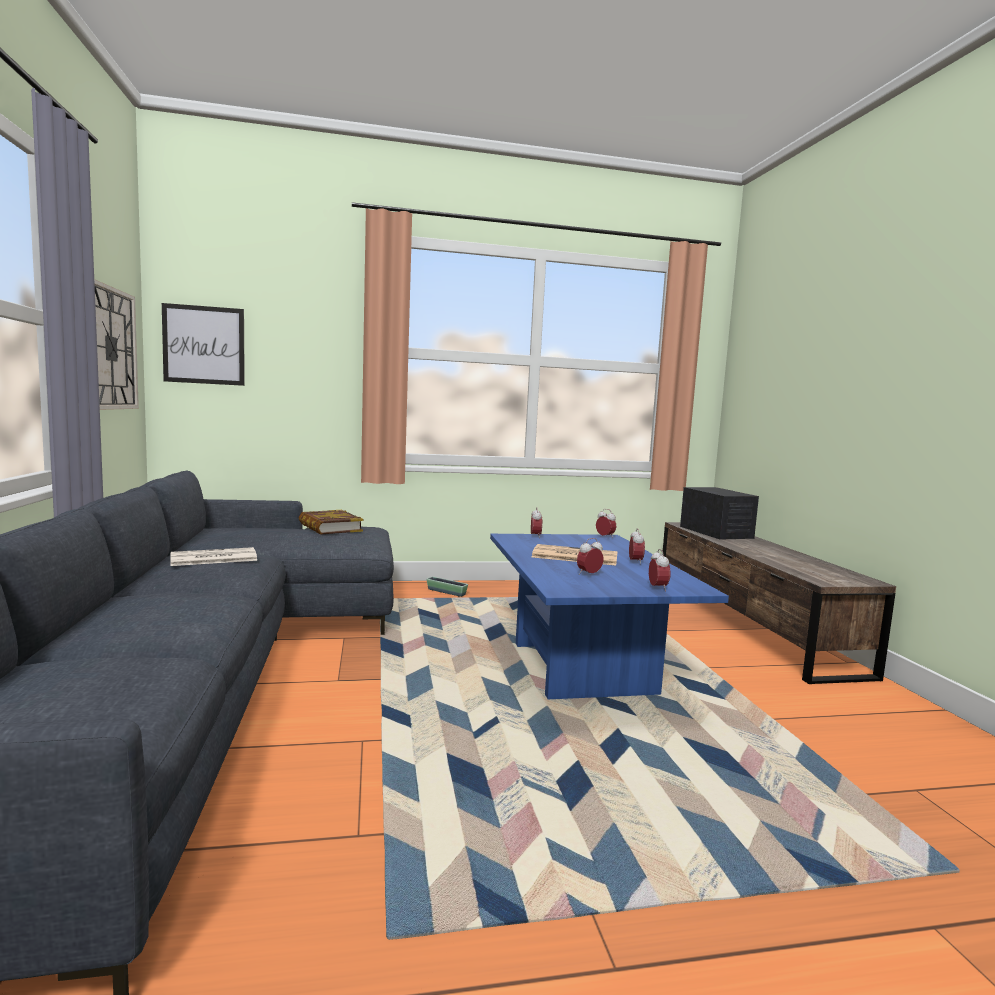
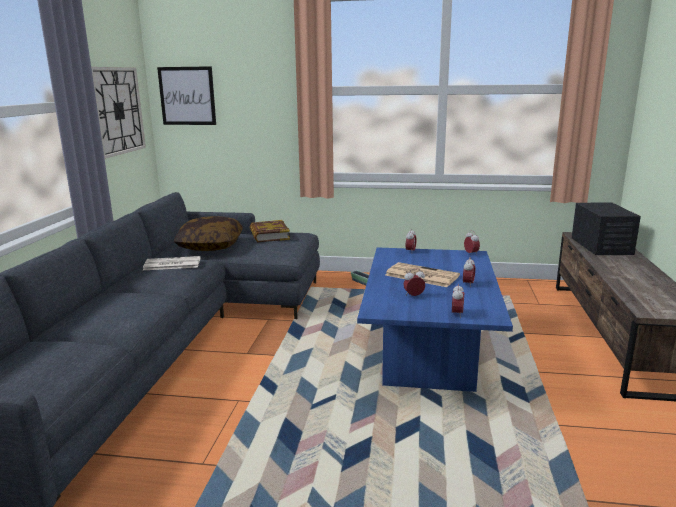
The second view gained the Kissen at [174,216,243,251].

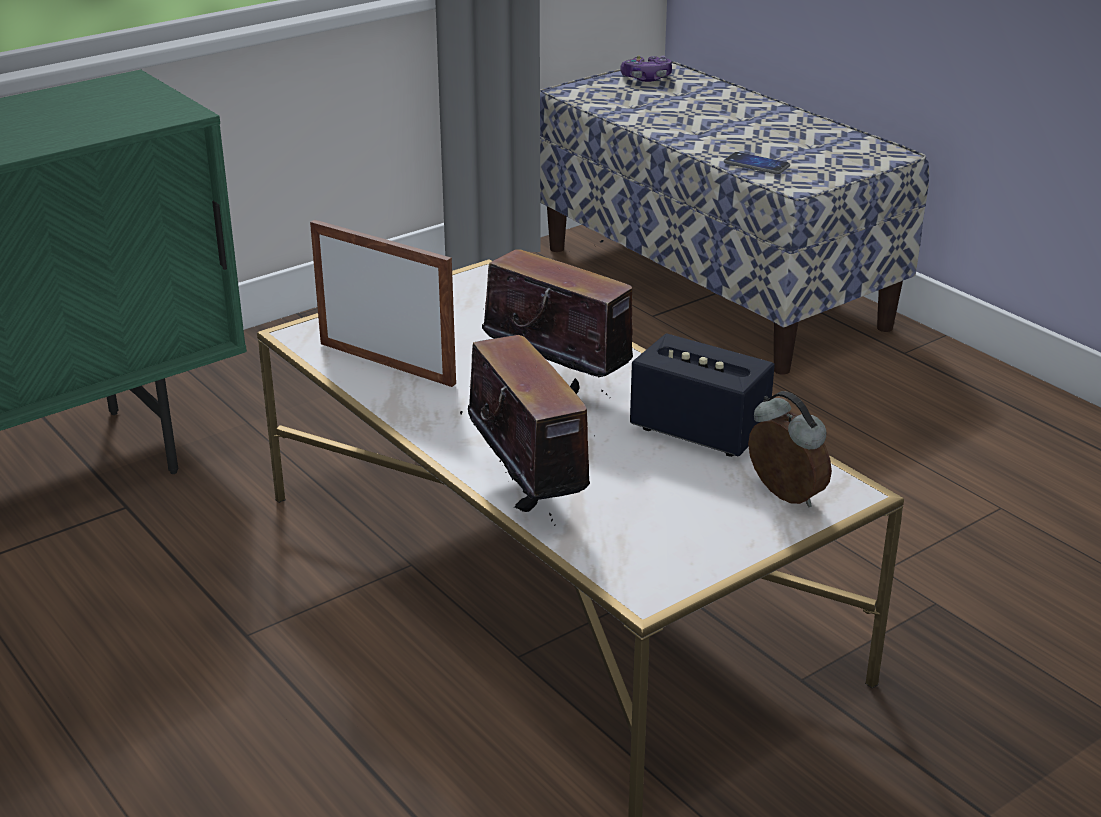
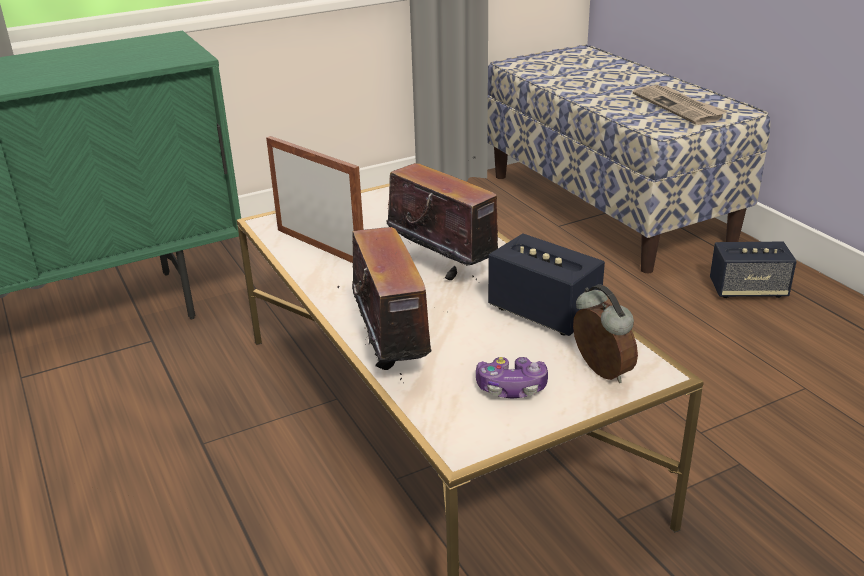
The Gamepad ended up elsewhere, having gone from [620,55,672,82] to [476,357,548,399].
The second view lost the Handy at [724,152,790,174].
The second view gained the Zeitung at [633,85,727,125].
The second view gained the Lautsprecher at [710,242,797,298].

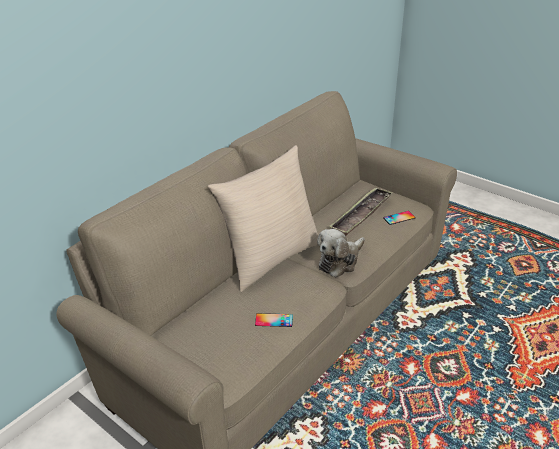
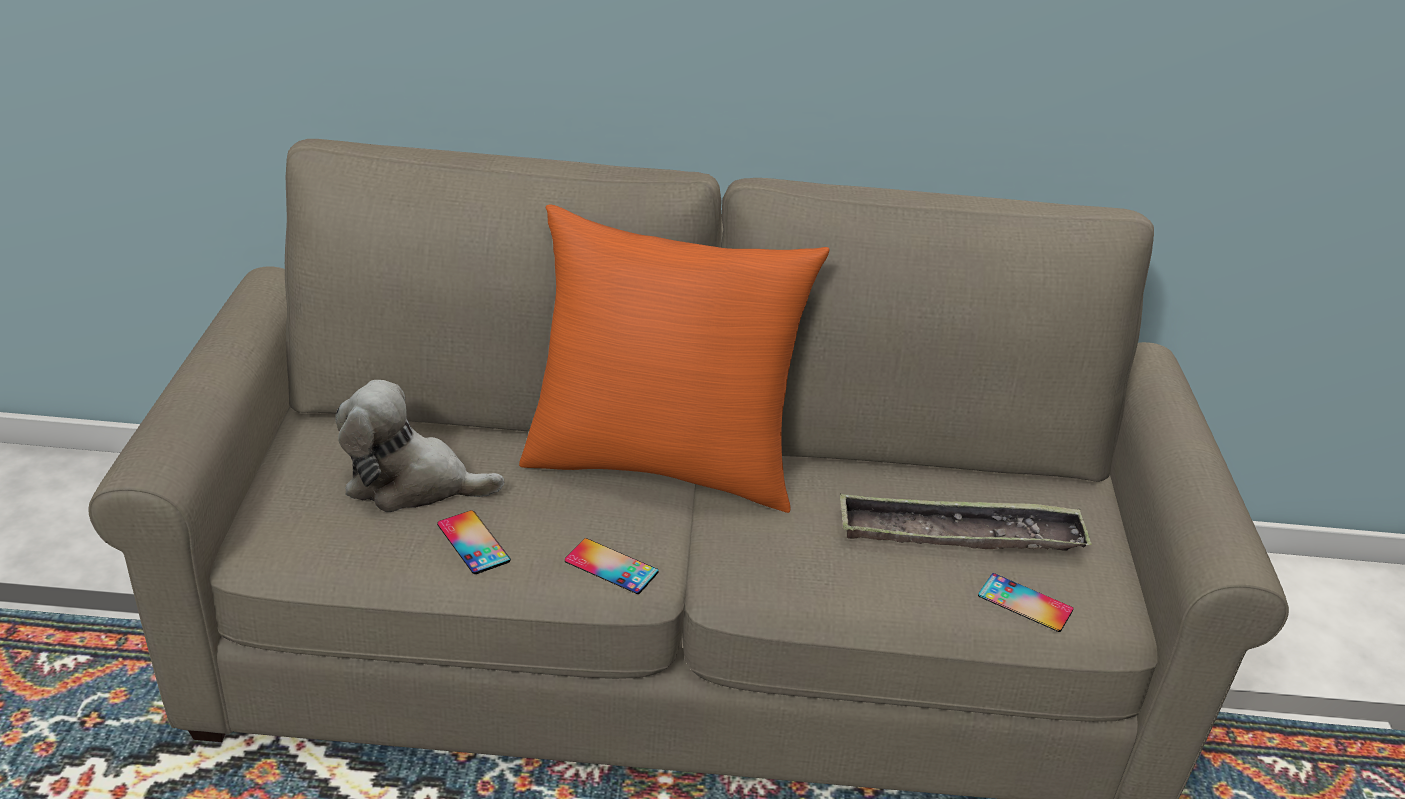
What was the Kissen/beige at [208,145,319,292] turned into the Kissen/orange at [519,204,829,513].
The Plüschtier ended up elsewhere, having gone from [317,229,365,278] to [335,380,504,512].
The second view gained the Handy at [565,538,659,594].

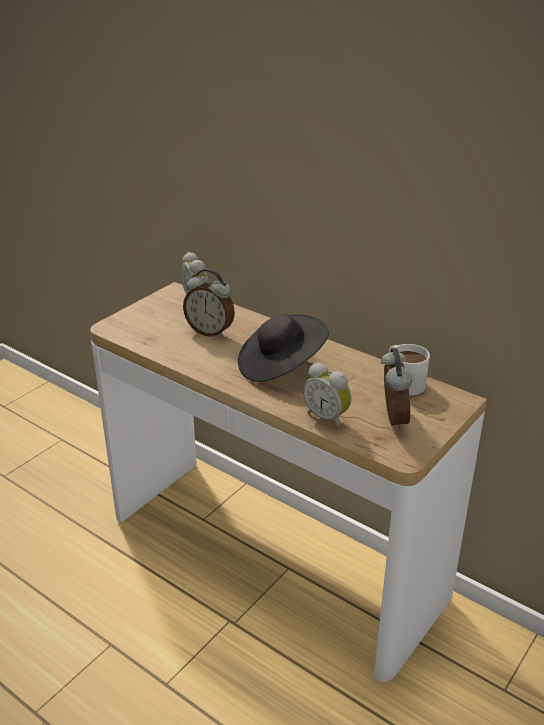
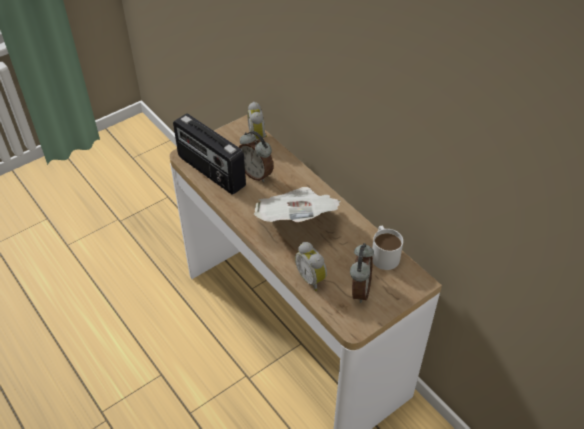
Where the Hut/schwarz stood at [238,314,329,382], the Zeitung came to stand at [254,187,340,222].
The second view gained the Radio at [173,113,246,195].

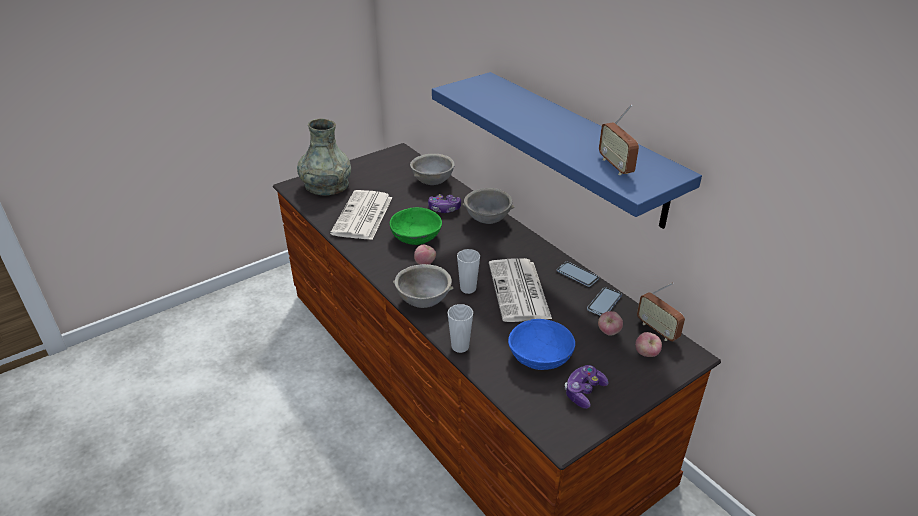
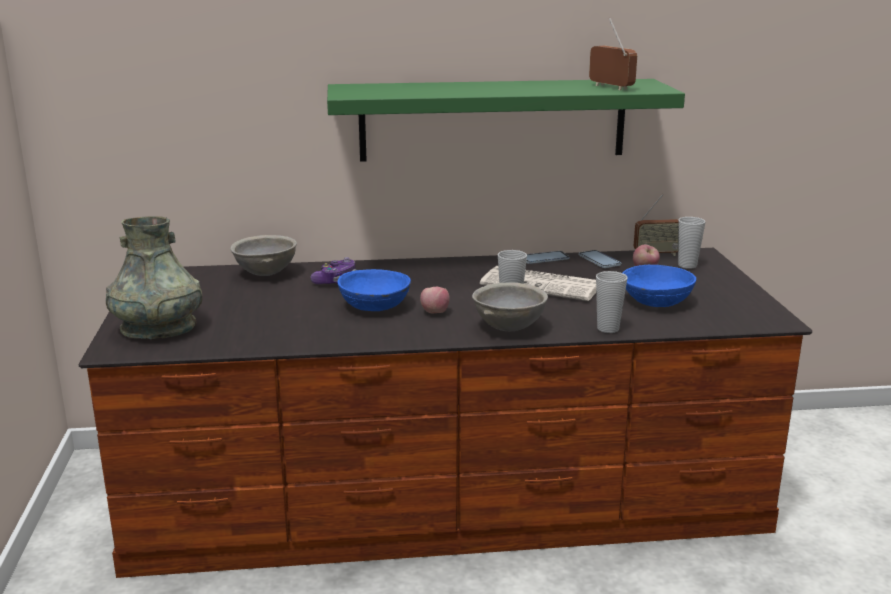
What was the Wandregal/blau at [432,72,702,229] turned into the Wandregal/grün at [327,79,685,162].
The Radio at [599,104,639,175] ended up facing another way, 135 degrees counterclockwise from before.
The second view lost the Schüssel/grau at [462,188,514,224].
The second view lost the Zeitung at [330,190,392,240].
What was the Schüssel/grün at [390,207,442,245] turned into the Schüssel/blau at [337,269,411,311].
Where the Apfel stood at [635,332,662,357], the Tasse came to stand at [678,217,705,269].
The second view lost the Gamepad at [565,365,608,409].

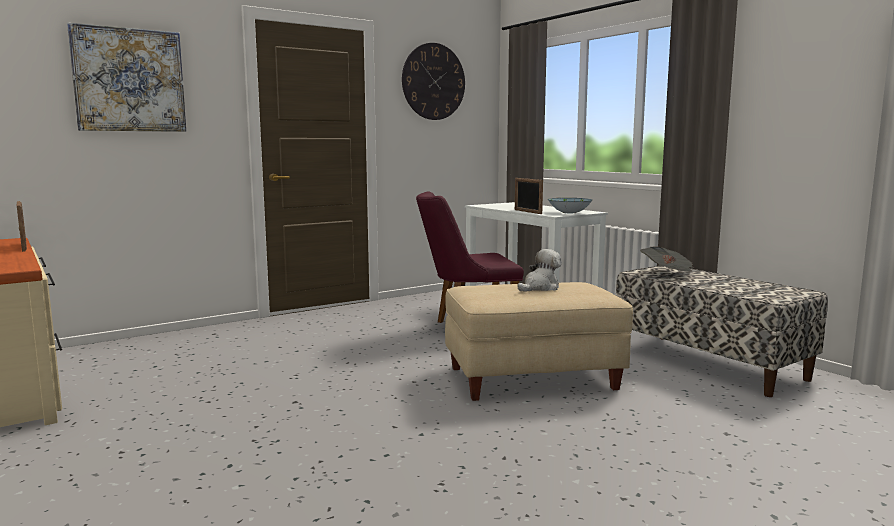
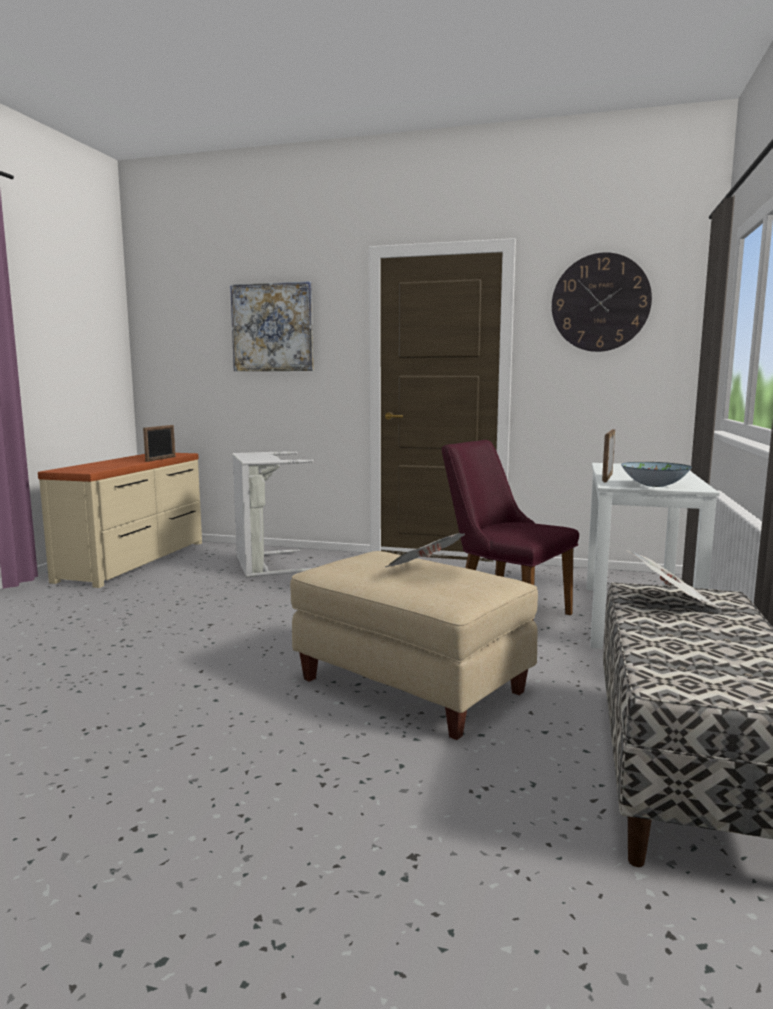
Where the Plüschtier stood at [517,249,562,292], the Zeitung came to stand at [385,533,465,567].
The second view gained the Wäschekorb/grau at [232,451,314,578].

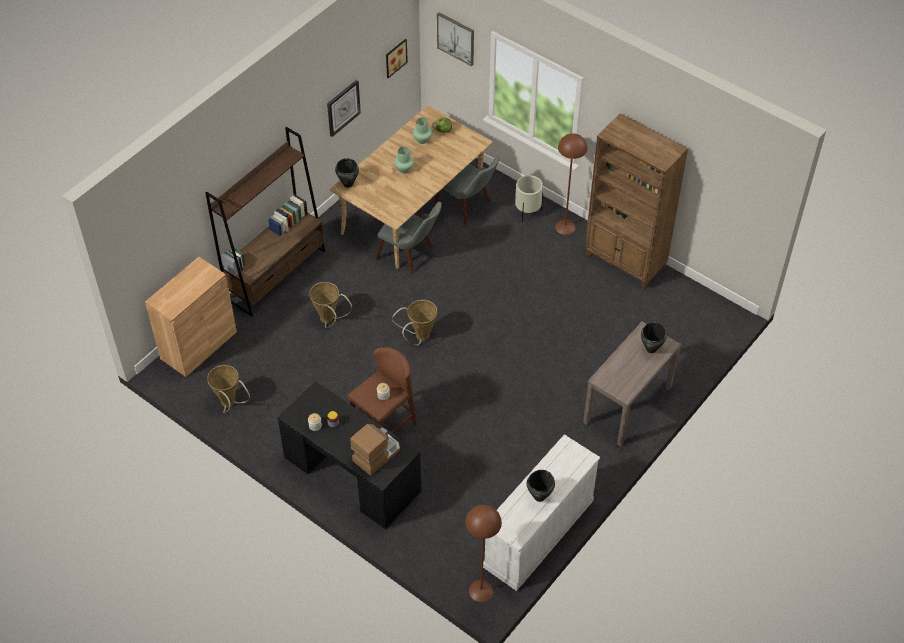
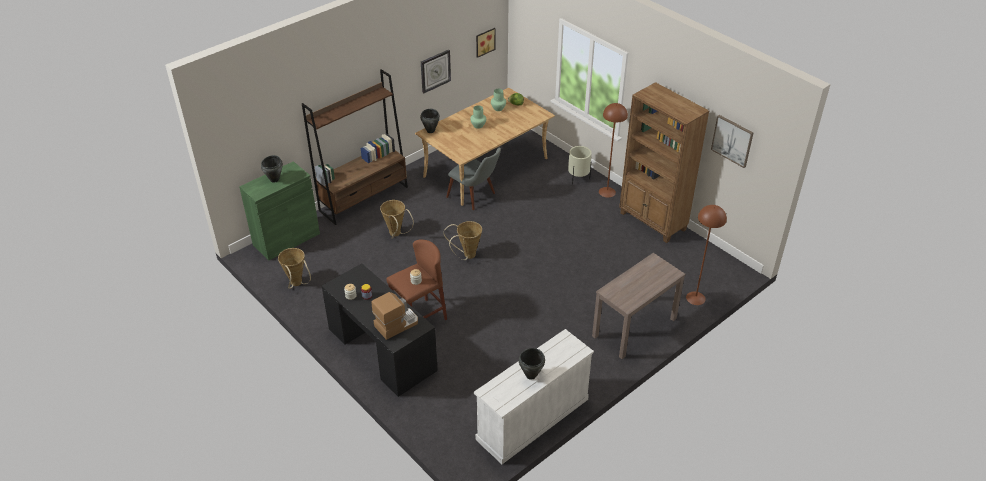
The Bild ended up elsewhere, having gone from [437,12,474,66] to [711,115,753,168].
The second view lost the Stuhl/grau at [433,156,499,224].
What was the Schrank/braun at [145,257,237,377] turned into the Schrank/grün at [239,161,320,260].
The Kochtopf/schwarz ended up elsewhere, having gone from [641,322,667,353] to [261,155,283,183].
The Stehlampe/braun ended up elsewhere, having gone from [465,505,502,602] to [686,205,727,305].

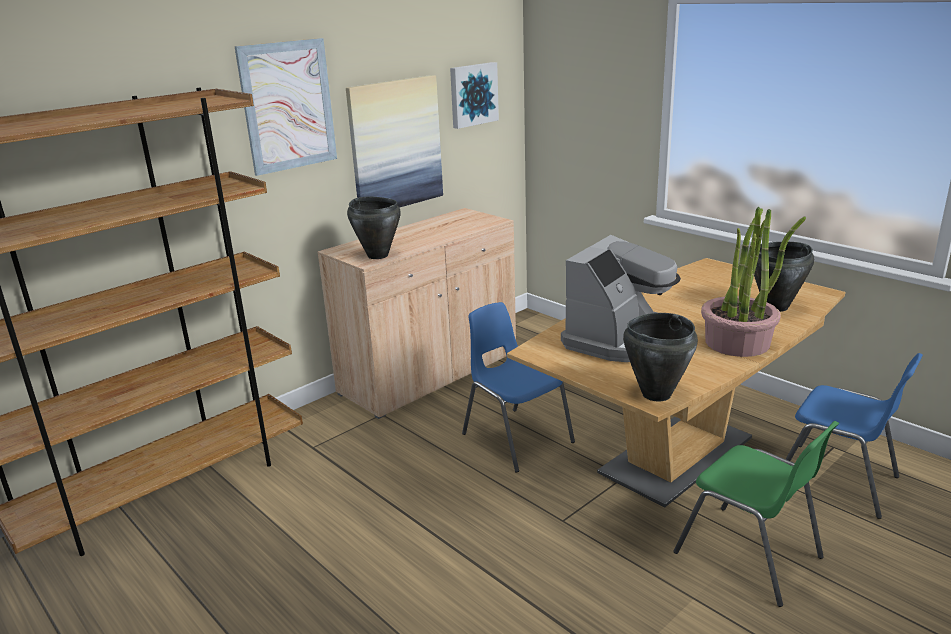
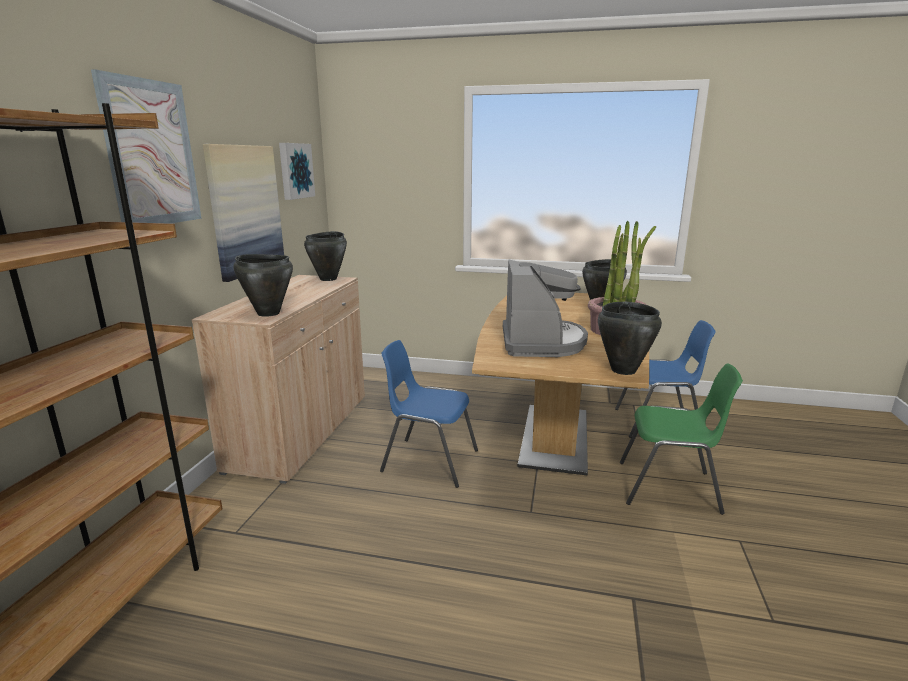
The second view gained the Kochtopf/schwarz at [304,231,347,281].

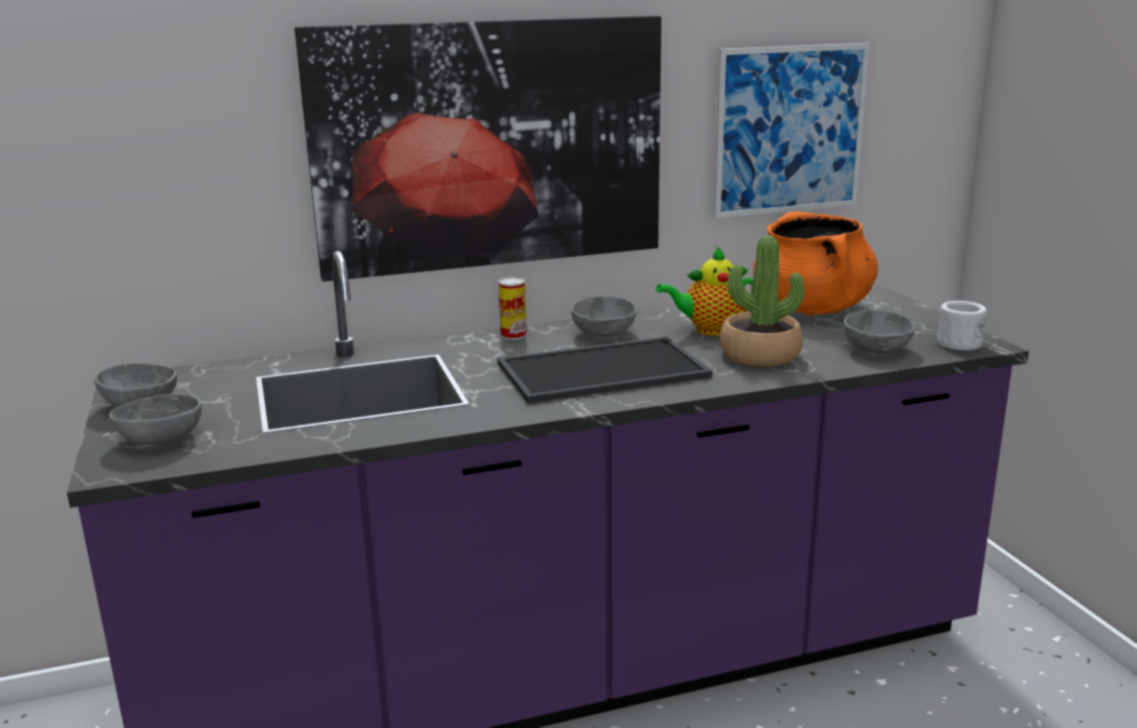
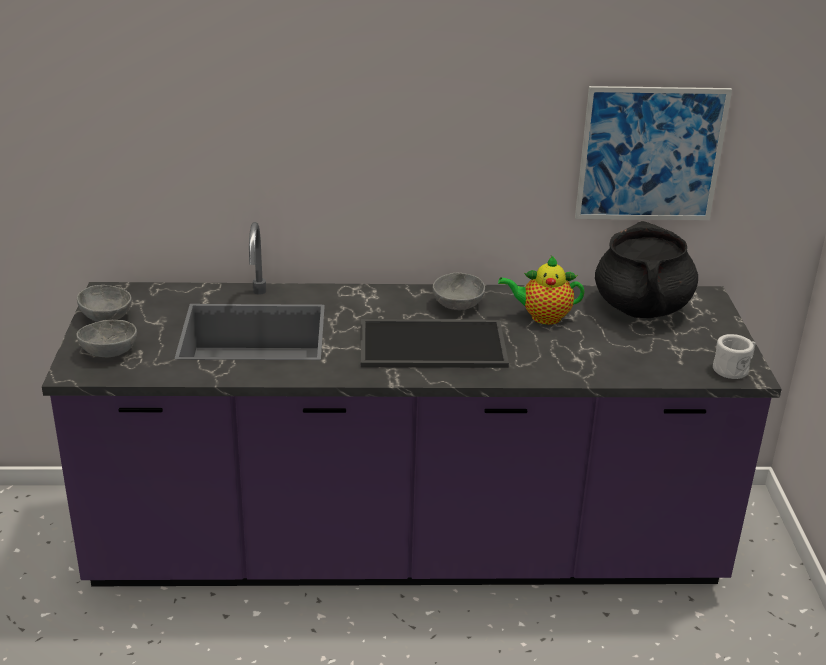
The second view lost the Bild at [295,16,661,282].
What was the Kochtopf/orange at [753,212,878,315] turned into the Kochtopf/schwarz at [595,221,698,318].
The second view lost the Topfpflanze at [720,235,804,367].
The second view lost the Dose at [498,277,527,340].
The second view lost the Schüssel/grau at [844,310,915,353].

